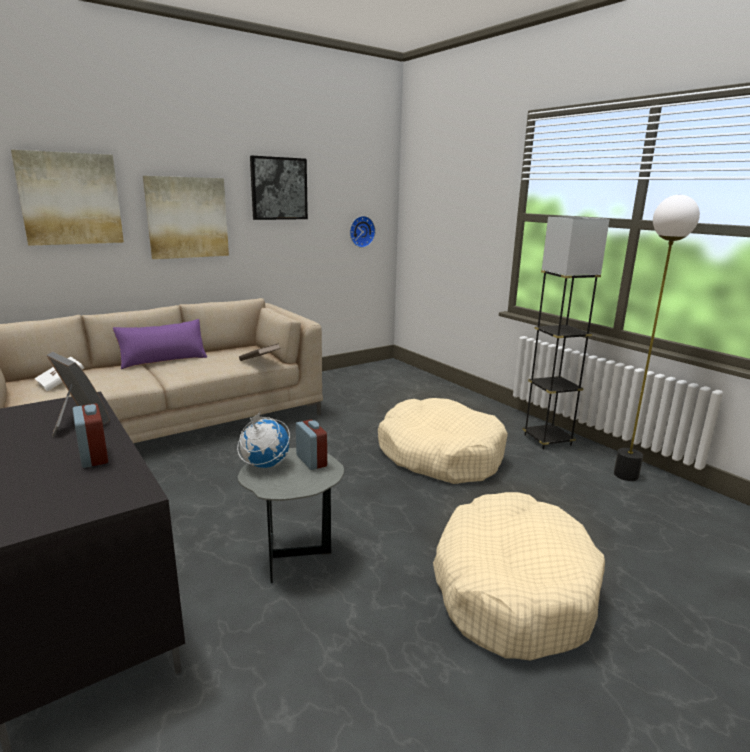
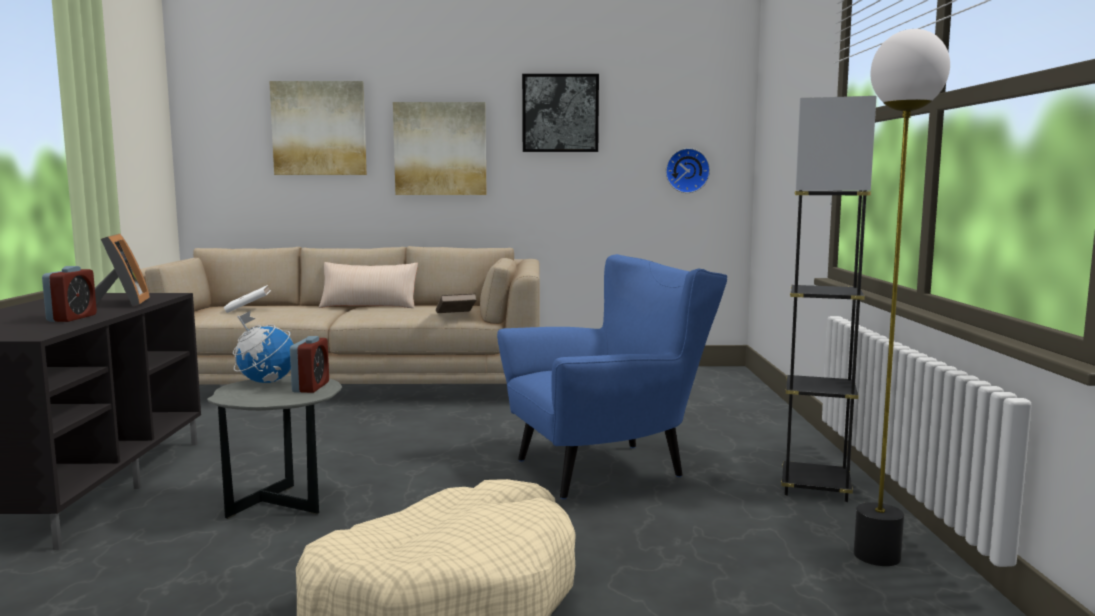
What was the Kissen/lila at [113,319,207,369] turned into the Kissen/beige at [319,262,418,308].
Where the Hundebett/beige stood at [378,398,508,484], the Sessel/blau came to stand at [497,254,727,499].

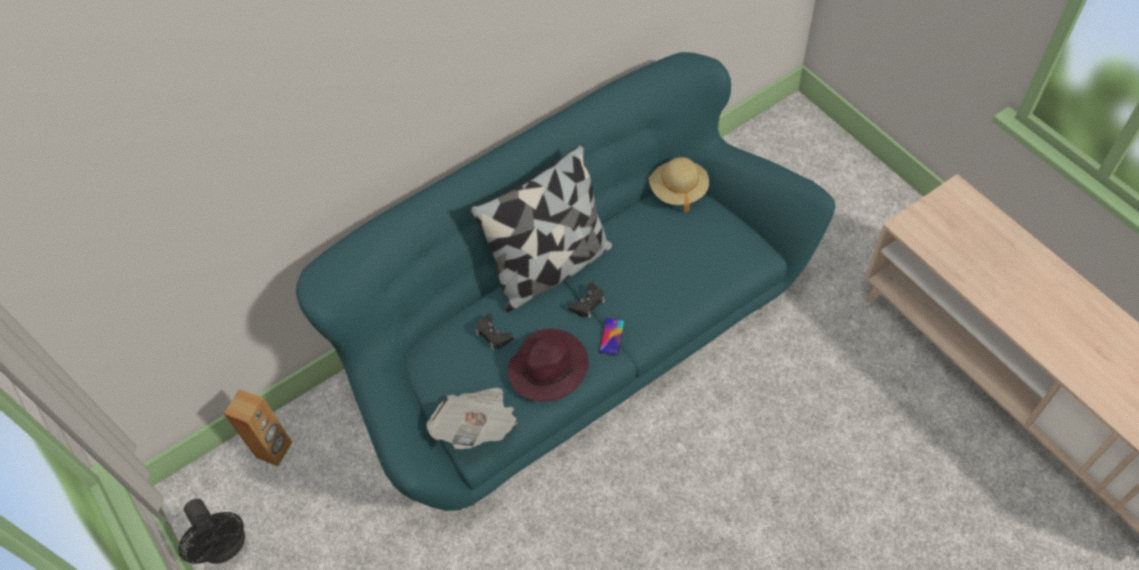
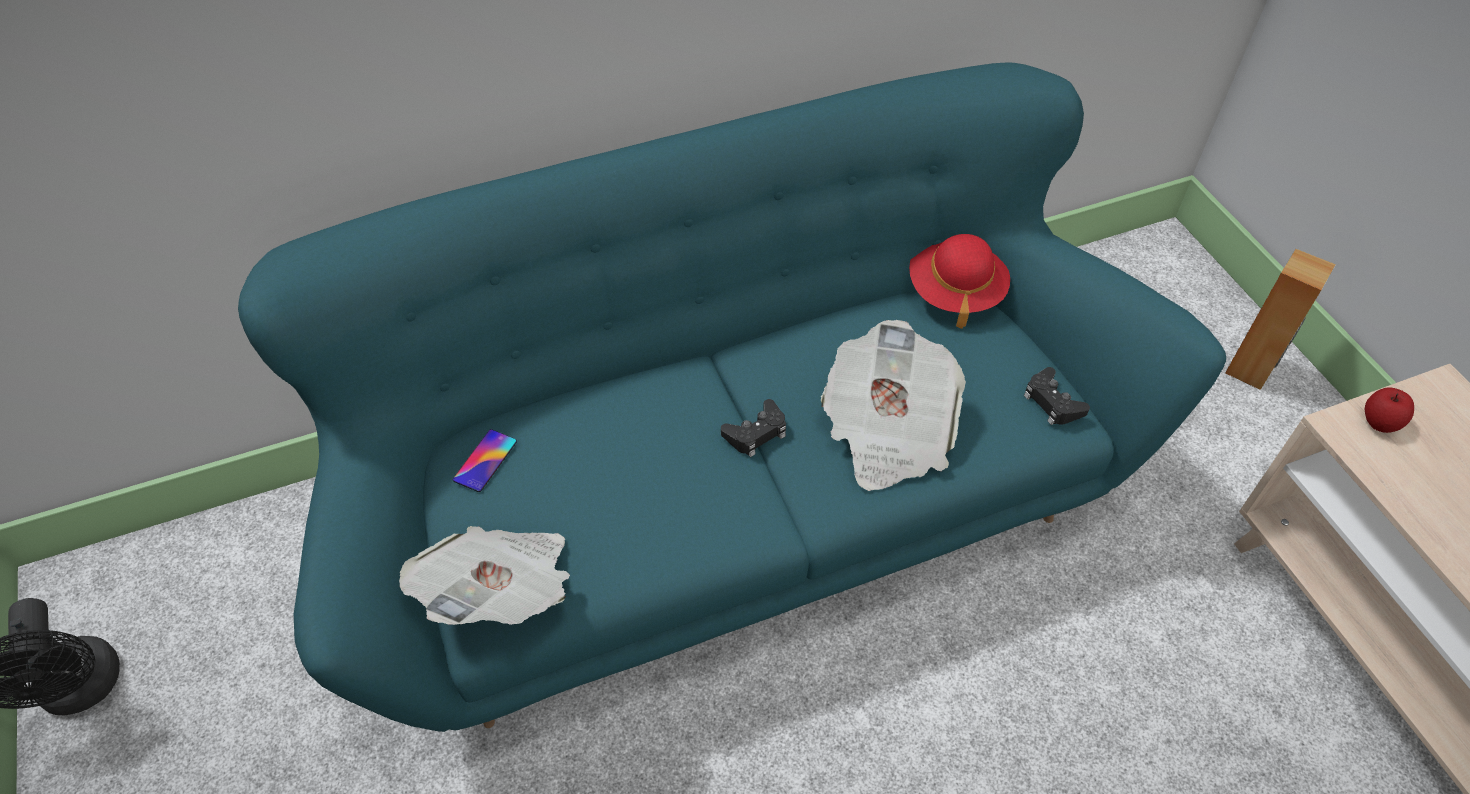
The second view lost the Kissen at [469,144,613,312].
What was the Hut/beige at [648,157,709,212] turned into the Hut/rot at [909,234,1010,329].
The Gamepad/schwarz ended up elsewhere, having gone from [476,314,513,350] to [1024,367,1090,425].
The Handy ended up elsewhere, having gone from [599,318,625,355] to [453,429,517,492].
The second view lost the Hut/lila at [507,329,589,402].
The Lautsprecher/braun ended up elsewhere, having gone from [224,389,292,466] to [1225,249,1336,390].
The second view gained the Zeitung at [821,320,966,491].
The second view gained the Apfel at [1365,388,1414,433].

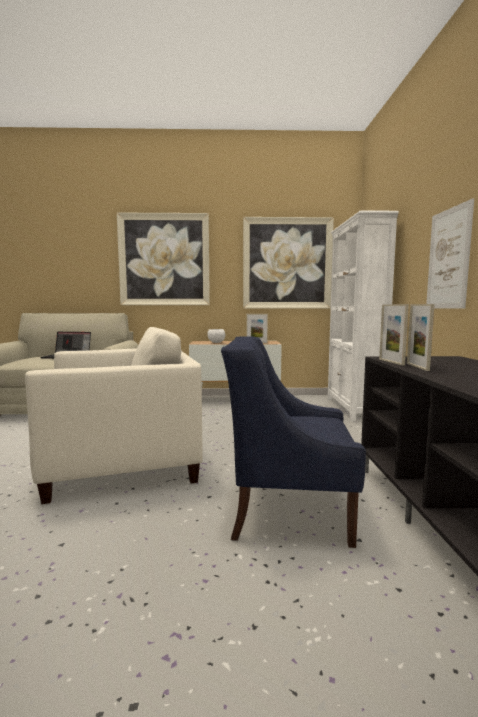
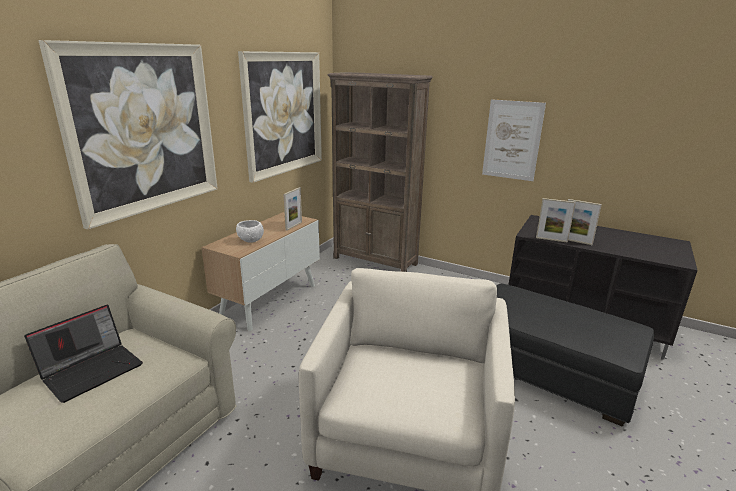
What was the Bücherregal/weiß at [327,210,399,421] turned into the Bücherregal/braun at [328,72,433,272].
Where the Sessel/blau stood at [221,336,366,548], the Polsterhocker/schwarz came to stand at [497,284,654,426].

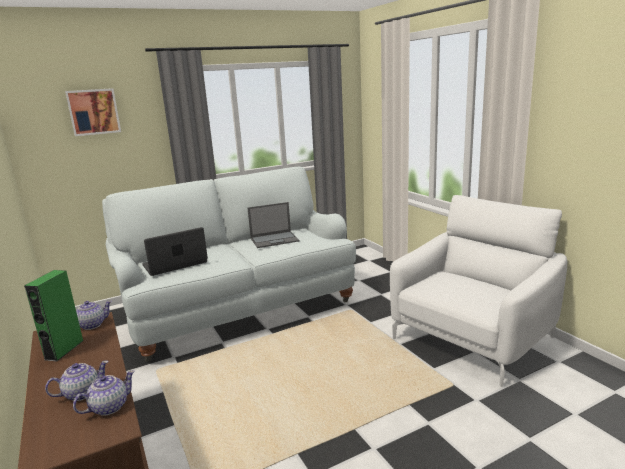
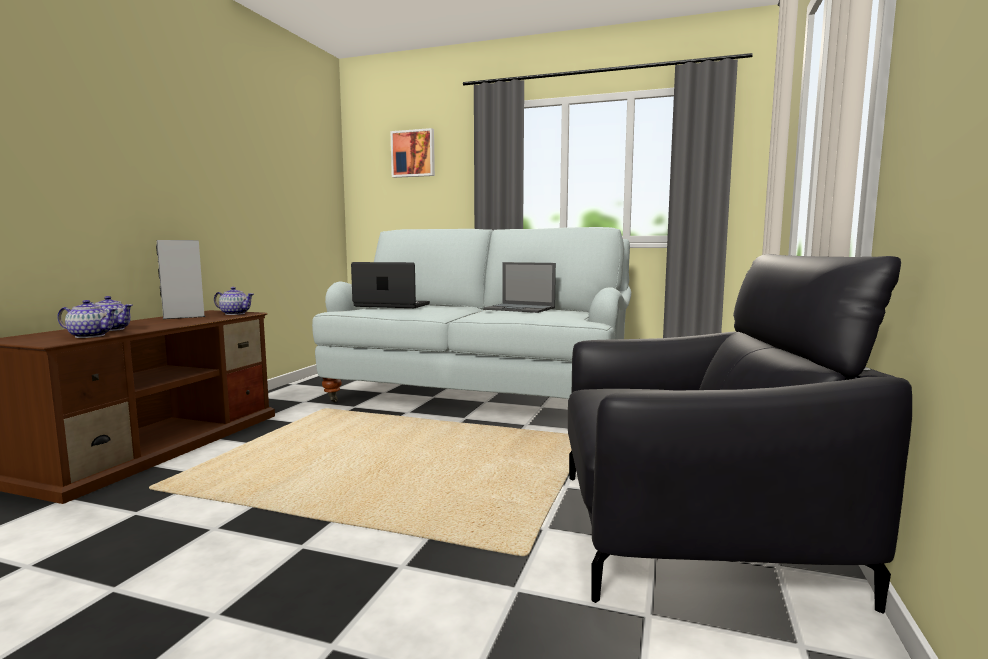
What was the Sessel/weiß at [390,195,567,387] turned into the Sessel/schwarz at [568,254,912,614].
What was the Lautsprecher/grün at [24,270,84,361] turned into the Lautsprecher/grau at [156,240,205,319].

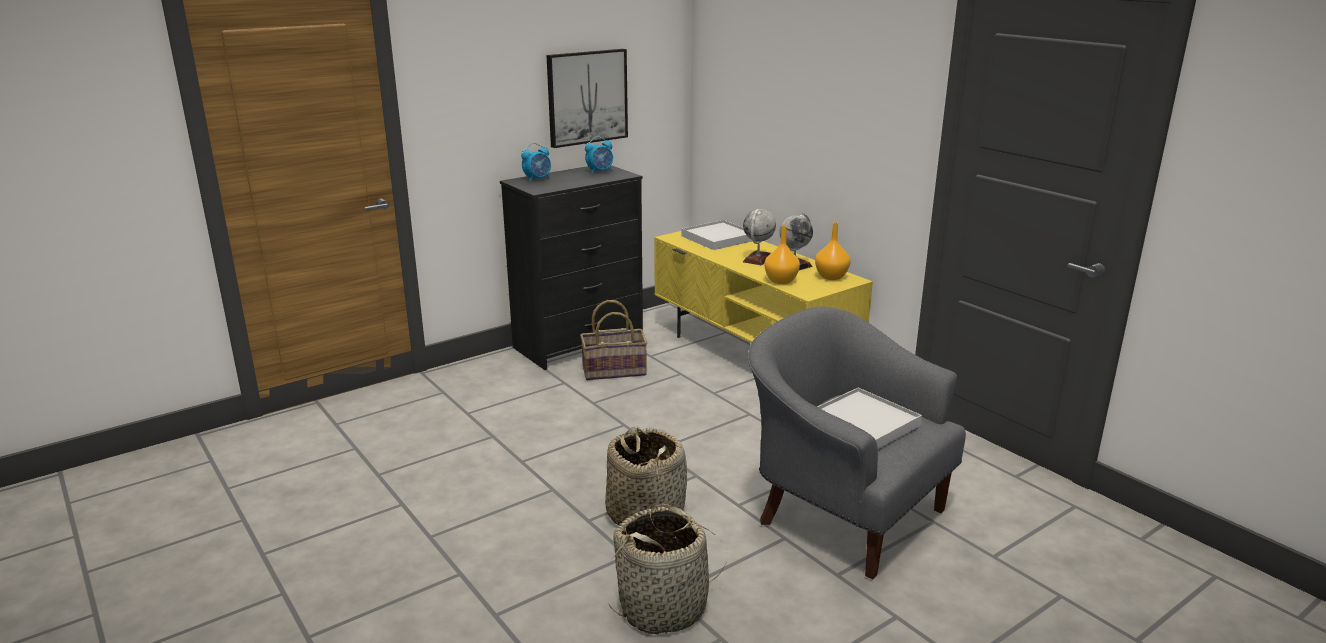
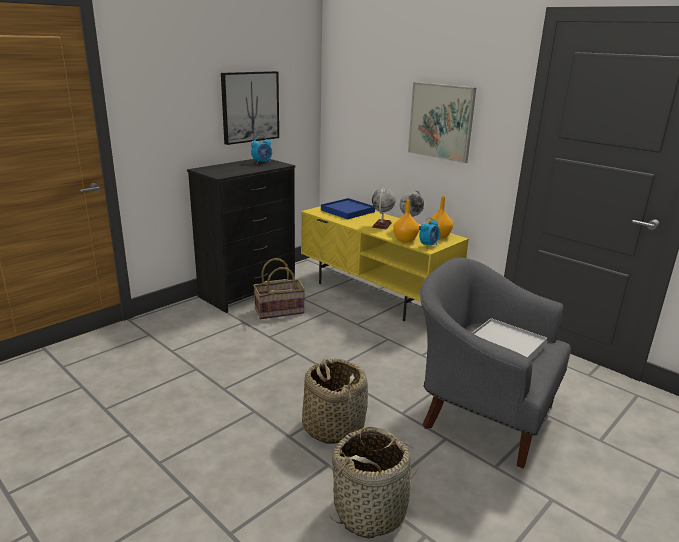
The Wecker ended up elsewhere, having gone from [521,143,551,182] to [419,217,440,249].
What was the Tablett/weiß at [682,220,752,250] turned into the Tablett/blau at [321,198,375,219].
The second view gained the Bild at [408,82,476,163].

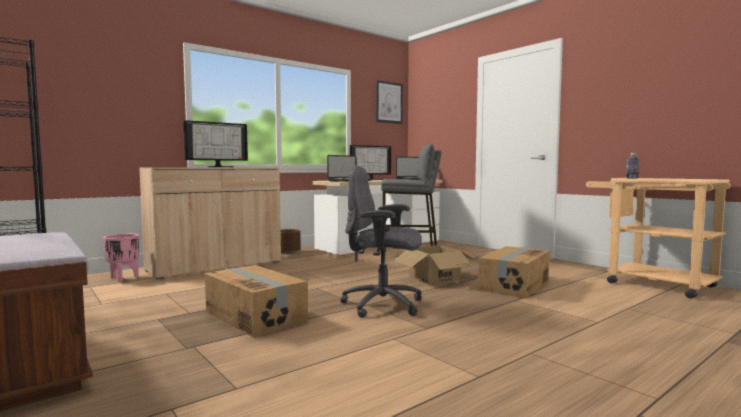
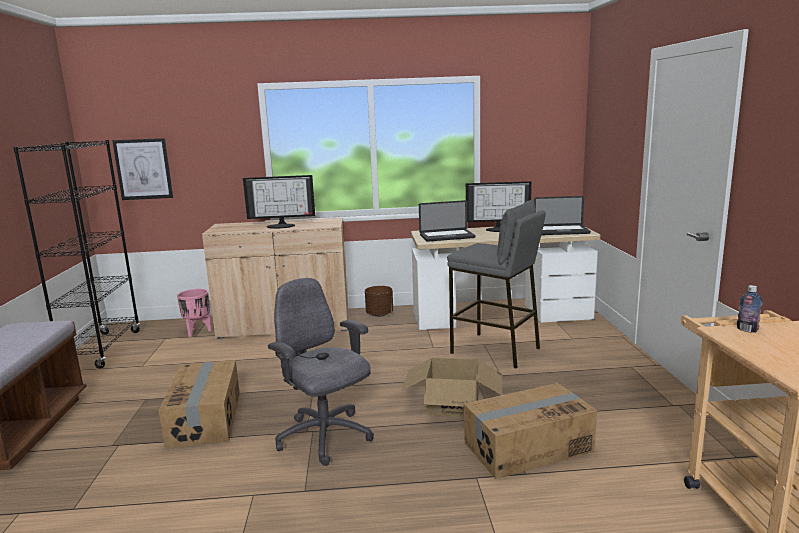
The Bild ended up elsewhere, having gone from [376,80,403,124] to [112,138,173,200].

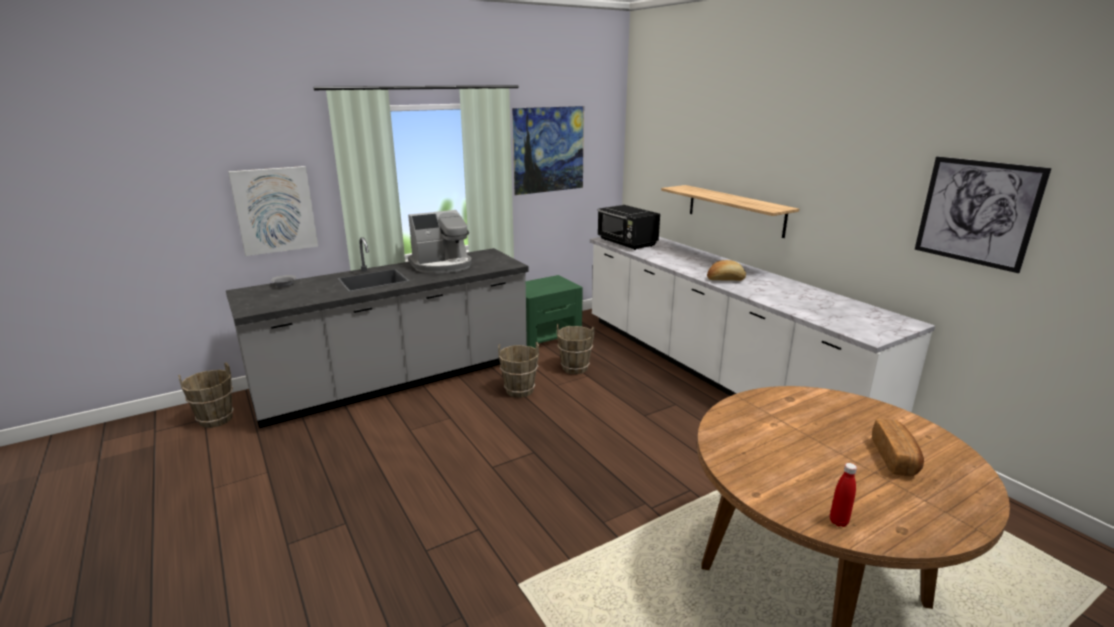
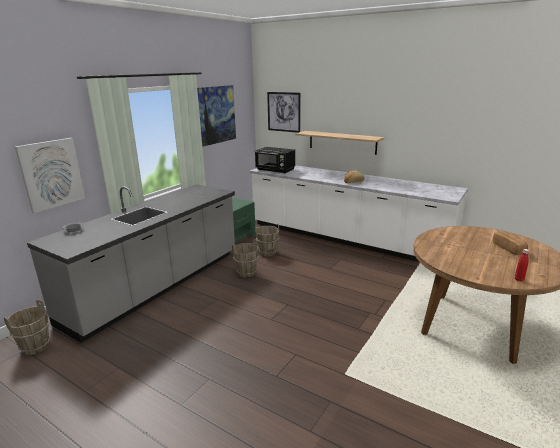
The Bild ended up elsewhere, having gone from [915,156,1051,273] to [267,92,301,133].
The second view lost the Kaffeemaschine at [408,210,472,274].

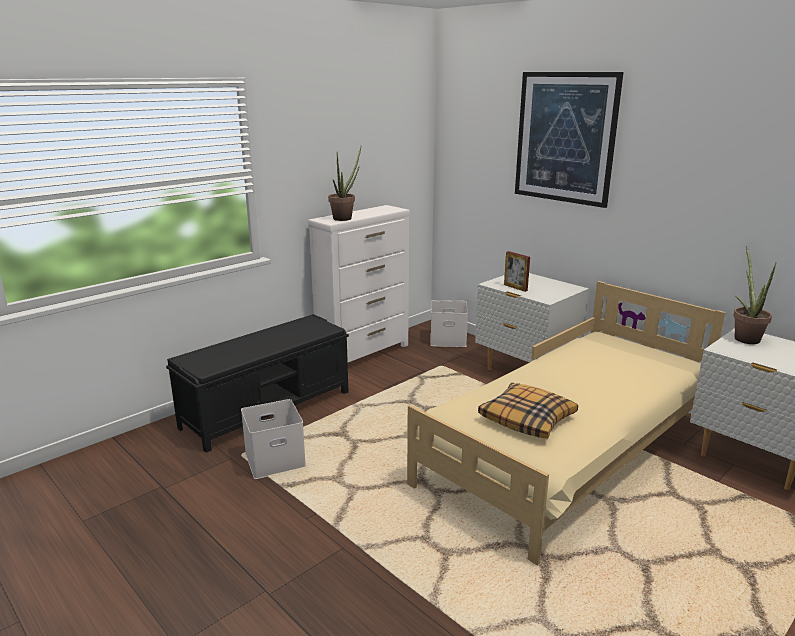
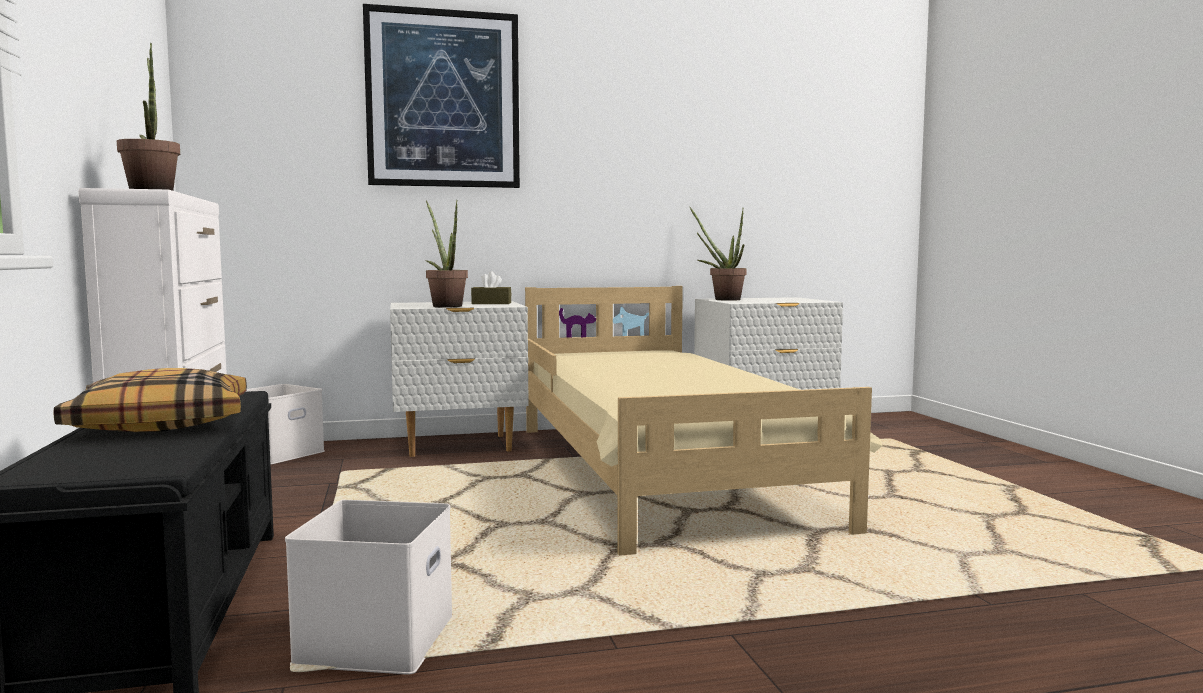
Where the Bilderrahmen stood at [504,251,530,292], the Topfpflanze came to stand at [426,200,468,307].
The Kissen ended up elsewhere, having gone from [478,383,578,439] to [53,368,247,432].
The second view gained the Taschentuchbox/braun at [471,272,511,304].

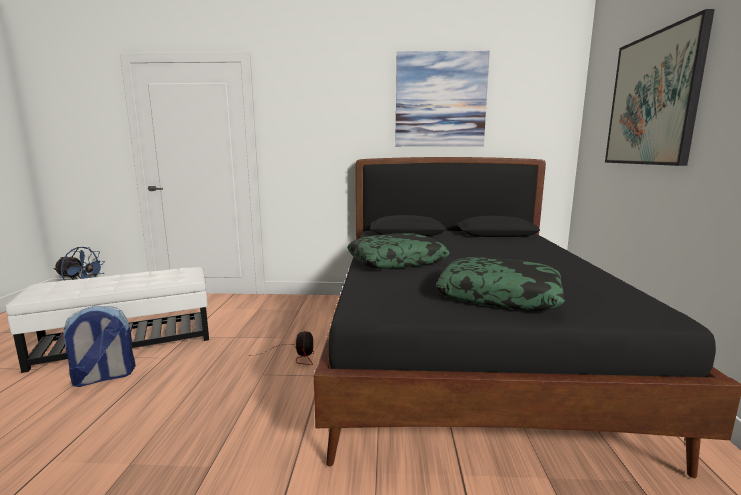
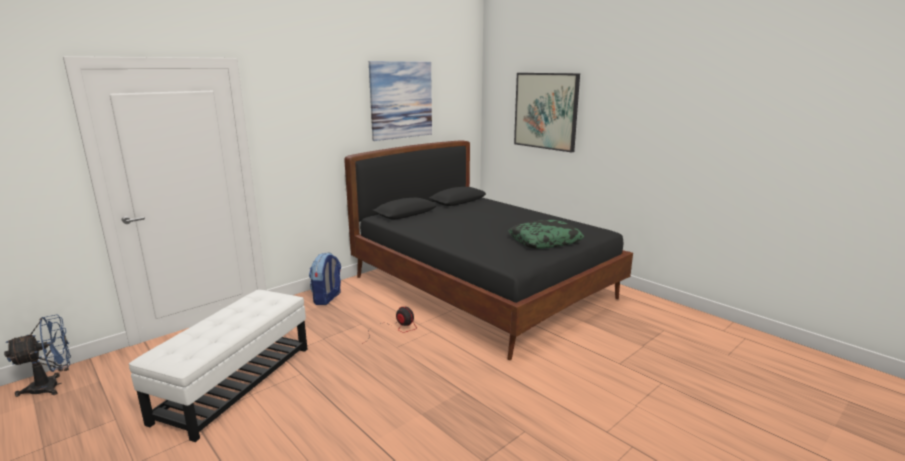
The second view lost the Kissen at [347,233,450,269].
The Rucksack ended up elsewhere, having gone from [60,306,136,387] to [309,252,341,305].

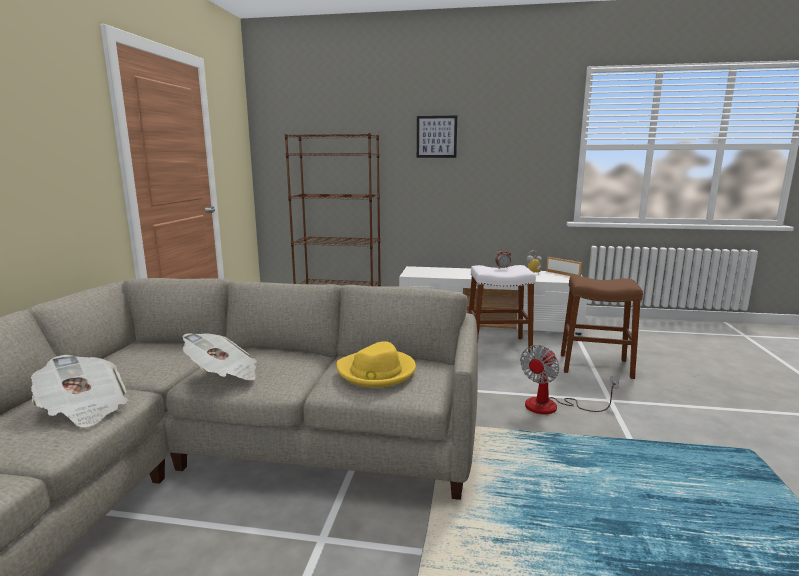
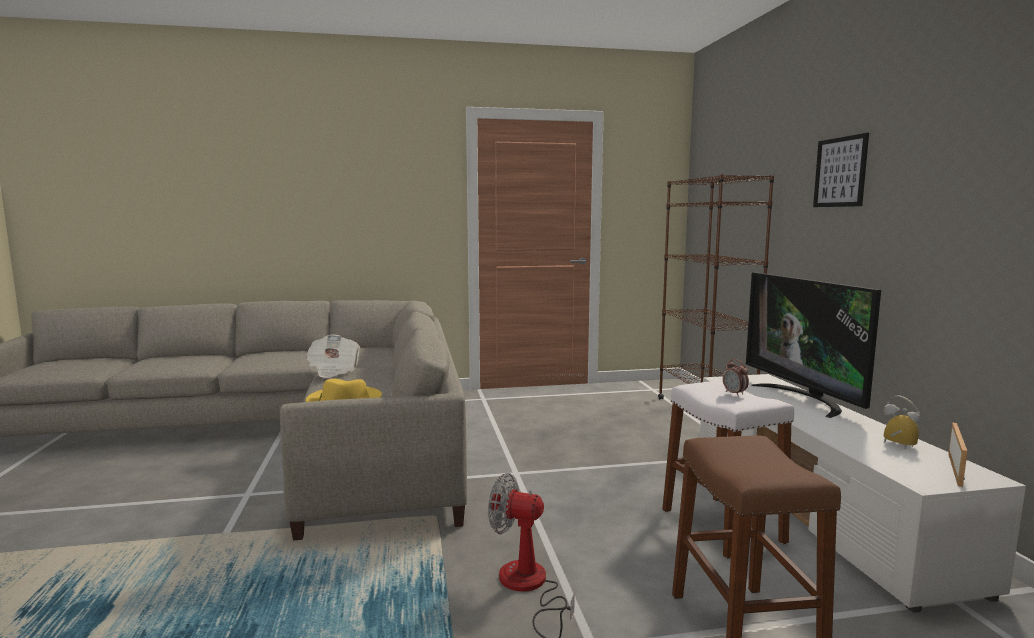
The second view lost the Zeitung at [31,355,128,427].
The second view gained the Fernseher at [746,272,881,418].

